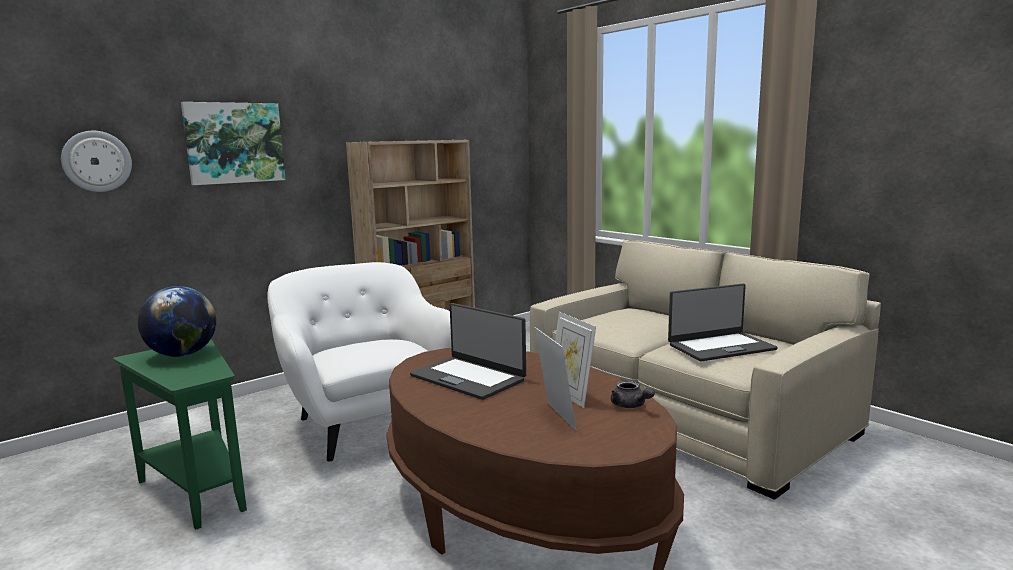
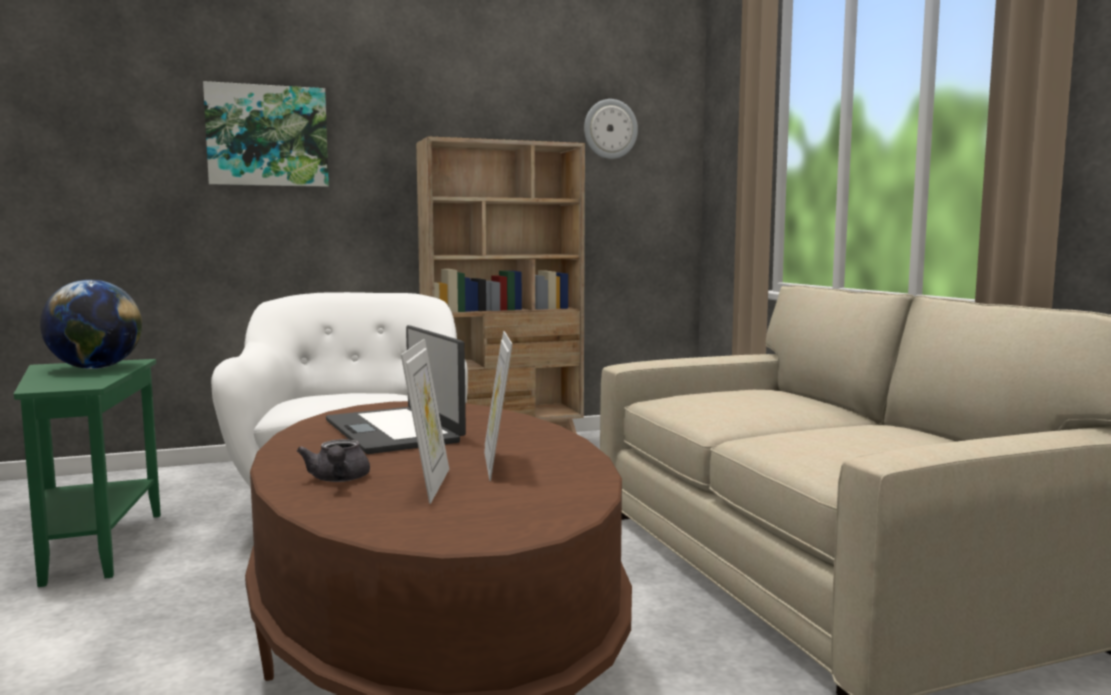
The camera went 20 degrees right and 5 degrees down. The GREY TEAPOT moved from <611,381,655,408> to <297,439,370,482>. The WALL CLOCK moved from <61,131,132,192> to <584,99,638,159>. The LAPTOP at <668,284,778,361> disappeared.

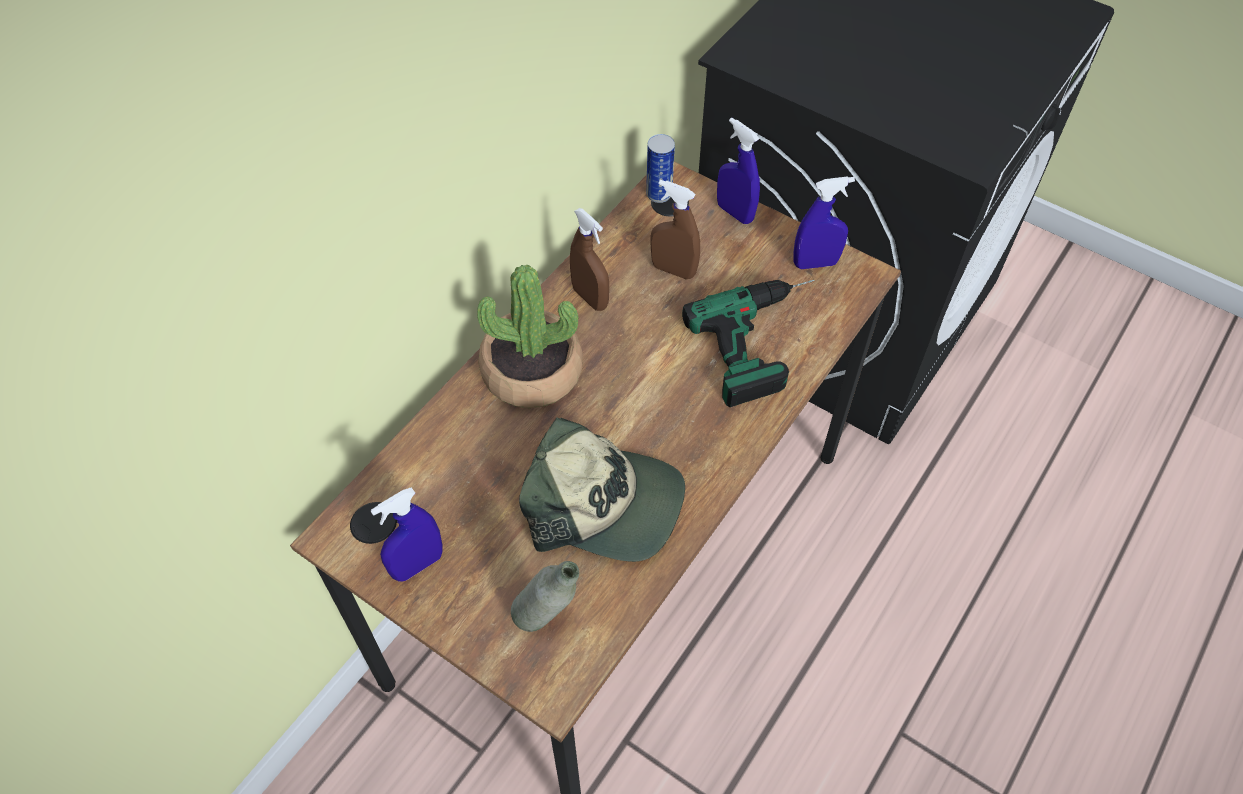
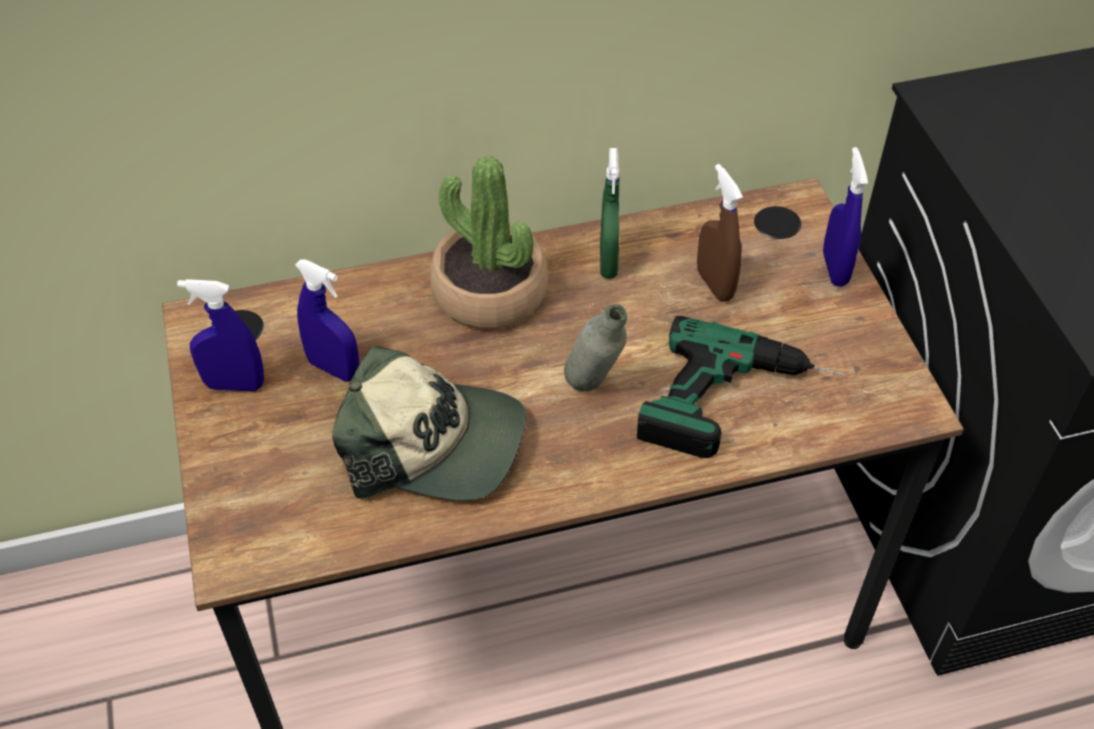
The camera went 40 degrees right and 5 degrees down. The BLUE SPRAY BOTTLE moved from <793,176,855,269> to <295,259,359,382>. The CAP at <519,417,685,562> turned 45 degrees counterclockwise. The GREY BOTTLE moved from <511,561,579,632> to <564,304,627,392>. The BROWN SPRAY BOTTLE at <570,208,609,311> became the GREEN SPRAY BOTTLE at <600,148,619,279>. The CAN at <646,134,675,203> disappeared.

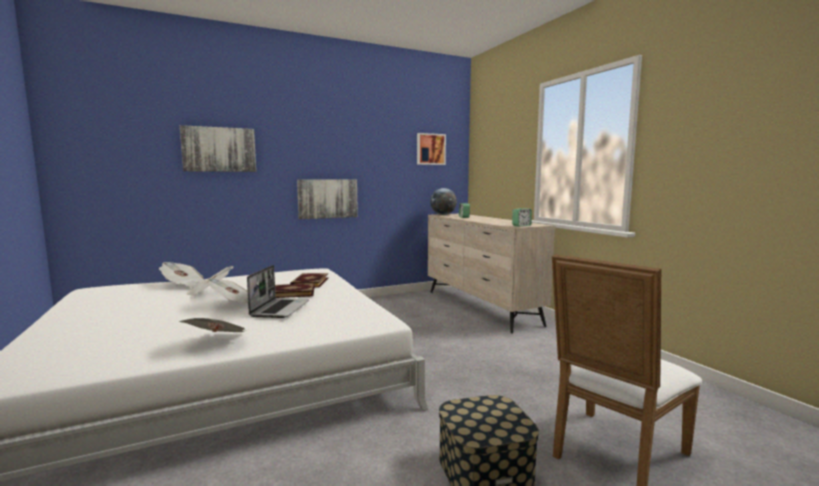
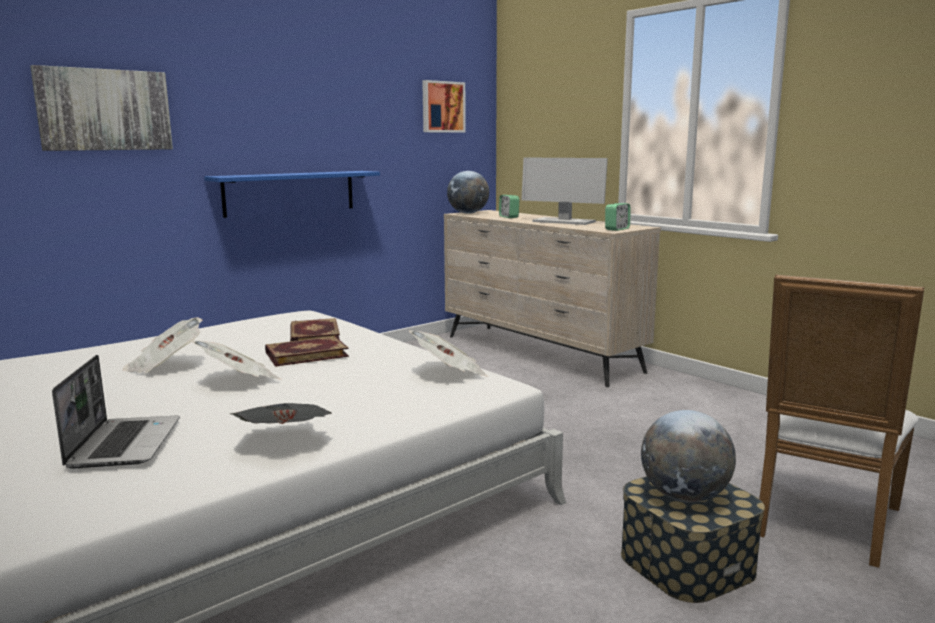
The camera went 15 degrees left and 5 degrees up. The LAPTOP moved from <247,265,309,318> to <52,355,180,469>. The PICTURE at <297,180,358,219> was replaced by the BLUE SHELF at <204,171,380,218>. The NEWSPAPER moved from <159,262,206,288> to <409,330,487,376>. The MONITOR at <521,157,608,225> appeared. The GLOBE at <641,410,736,503> appeared.

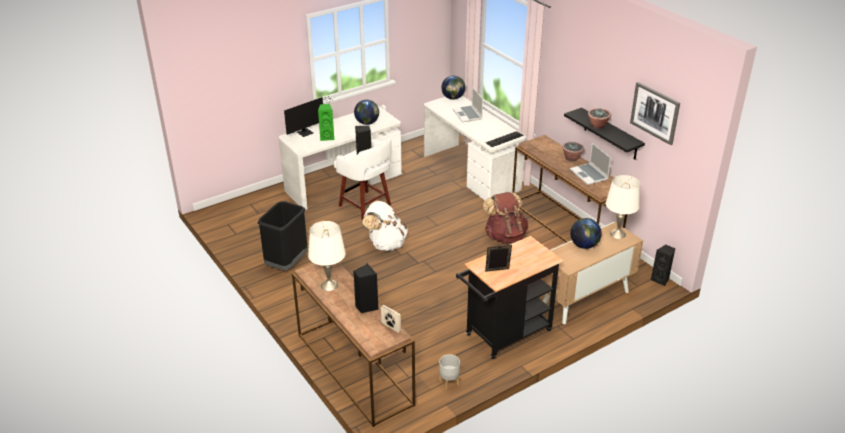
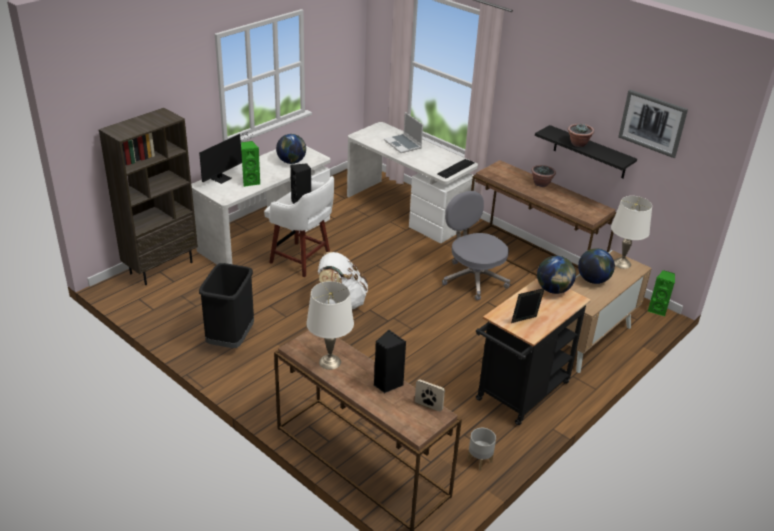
The camera went 15 degrees left and 0 degrees up. The BROWN BOOKCASE at <99,108,198,285> appeared. The BROWN BACKPACK at <483,192,528,243> was replaced by the GREY OFFICE CHAIR at <442,191,510,300>. The GLOBE moved from <441,76,465,100> to <537,256,576,294>. The BLACK SPEAKER at <651,244,675,286> became the GREEN SPEAKER at <647,270,675,317>. The LAPTOP at <570,143,611,185> disappeared.

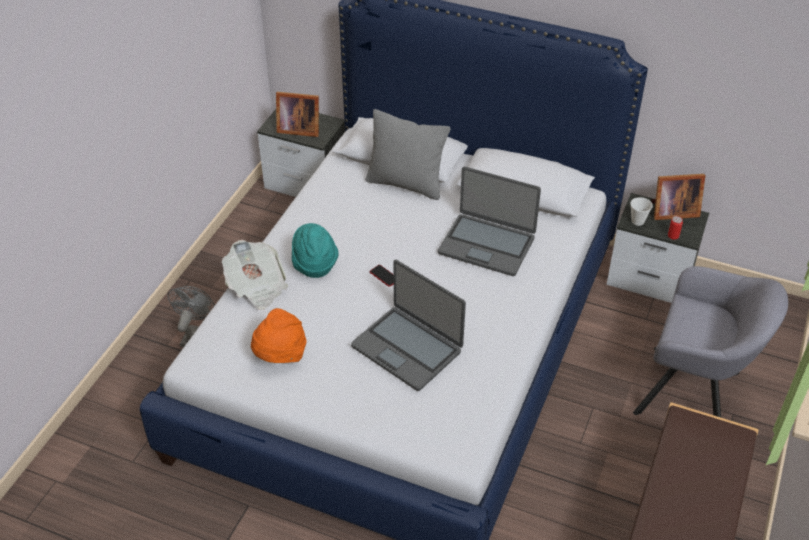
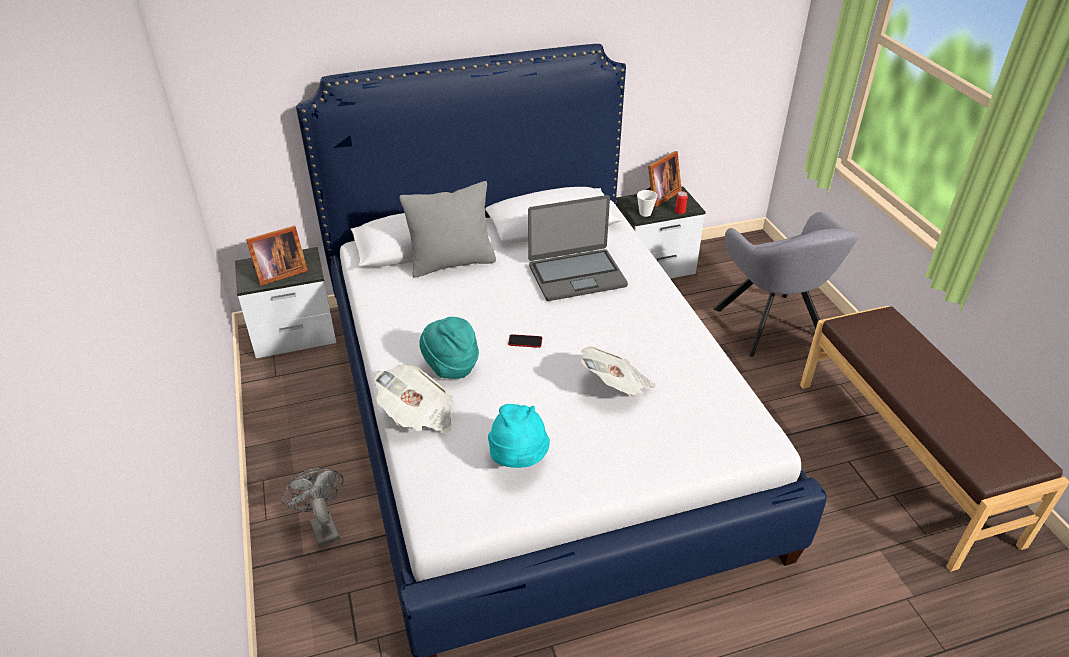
The camera went 40 degrees left and 5 degrees down. The ORANGE HAT at <251,308,306,363> became the TURQUOISE HAT at <488,404,550,468>. The LAPTOP at <351,260,466,391> was replaced by the NEWSPAPER at <580,346,656,396>. The GREY ARMCHAIR at <633,266,788,417> turned 90 degrees clockwise.

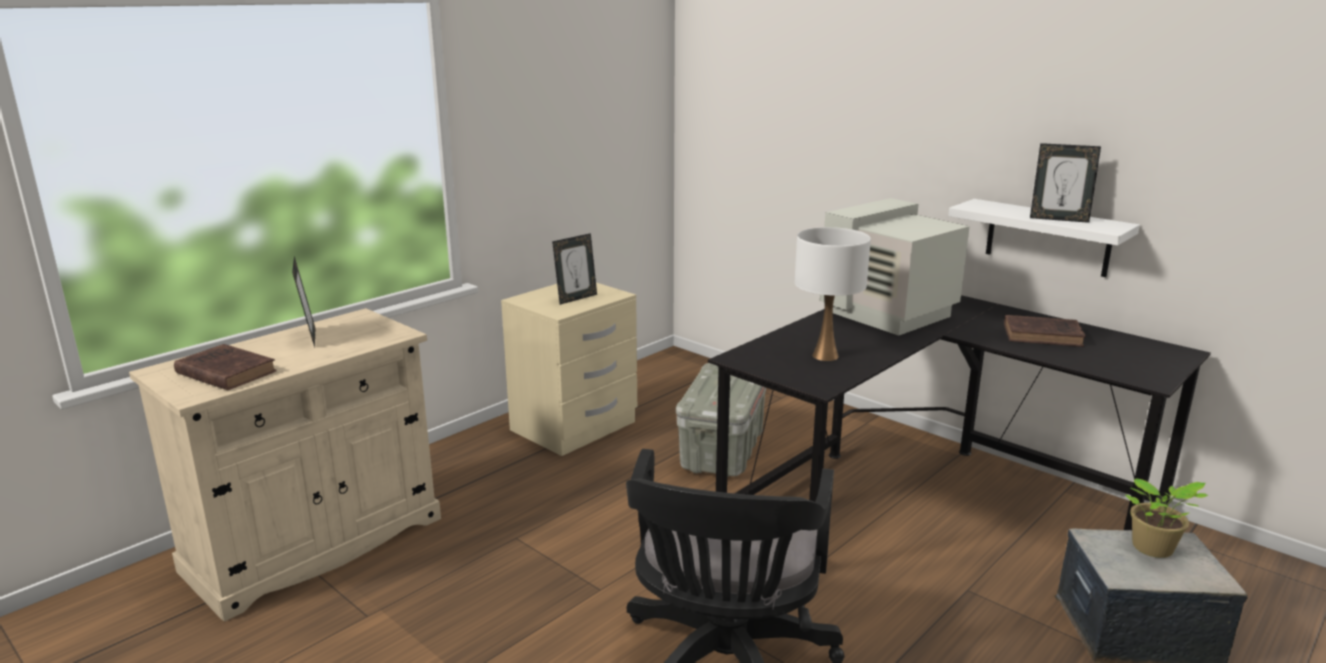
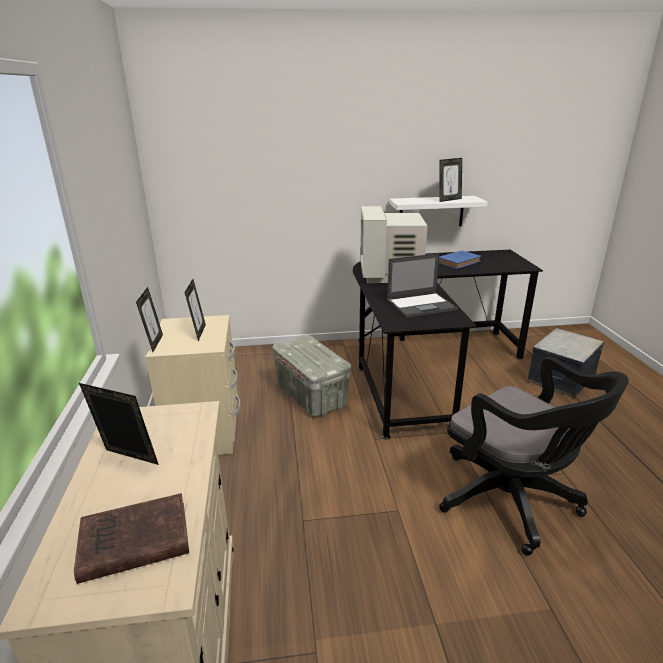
The camera went 50 degrees left and 5 degrees up. The PICTURE FRAME at <136,287,163,352> appeared. The WHITE TABLE LAMP at <795,227,871,361> was replaced by the LAPTOP at <387,253,458,318>. The BROWN BOOK at <1004,315,1086,347> became the BLUE BOOK at <439,250,481,269>. The POTTED PLANT at <1125,478,1208,558> disappeared.

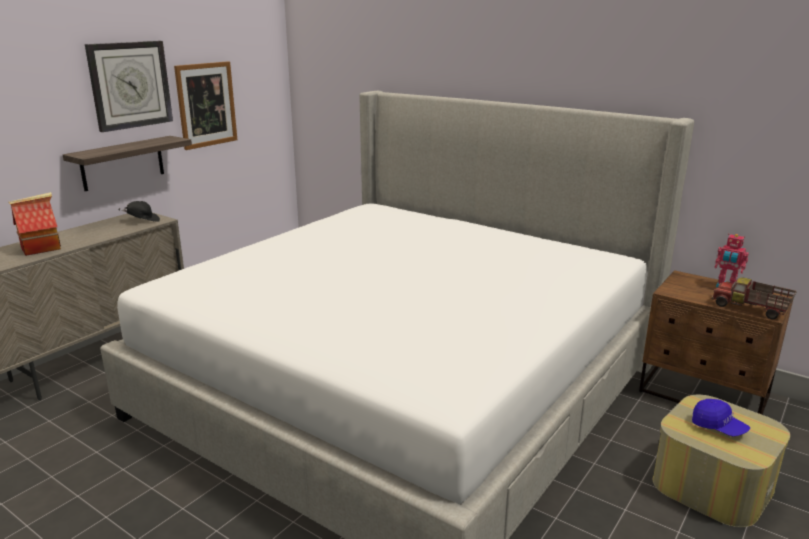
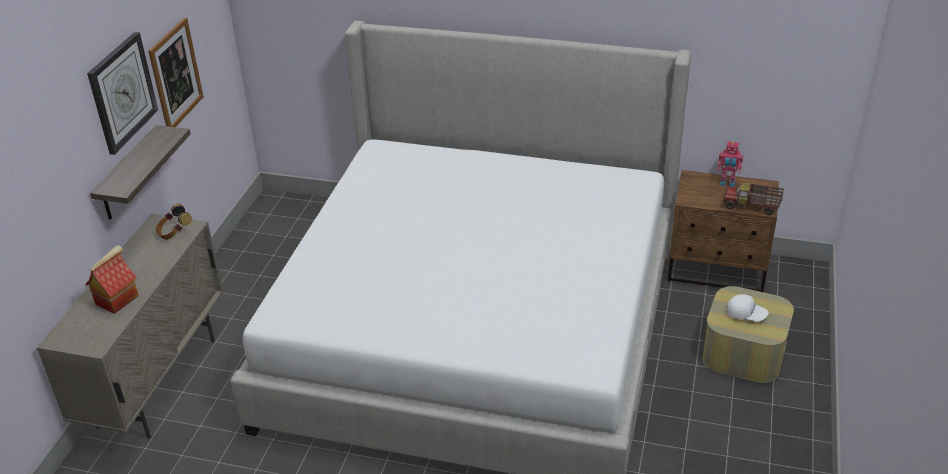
The camera went 20 degrees left and 15 degrees up. The BLACK CAP at <118,201,160,222> was replaced by the HEADPHONES at <156,204,192,240>. The BLUE CAP at <692,399,750,436> became the WHITE CAP at <727,294,769,322>.

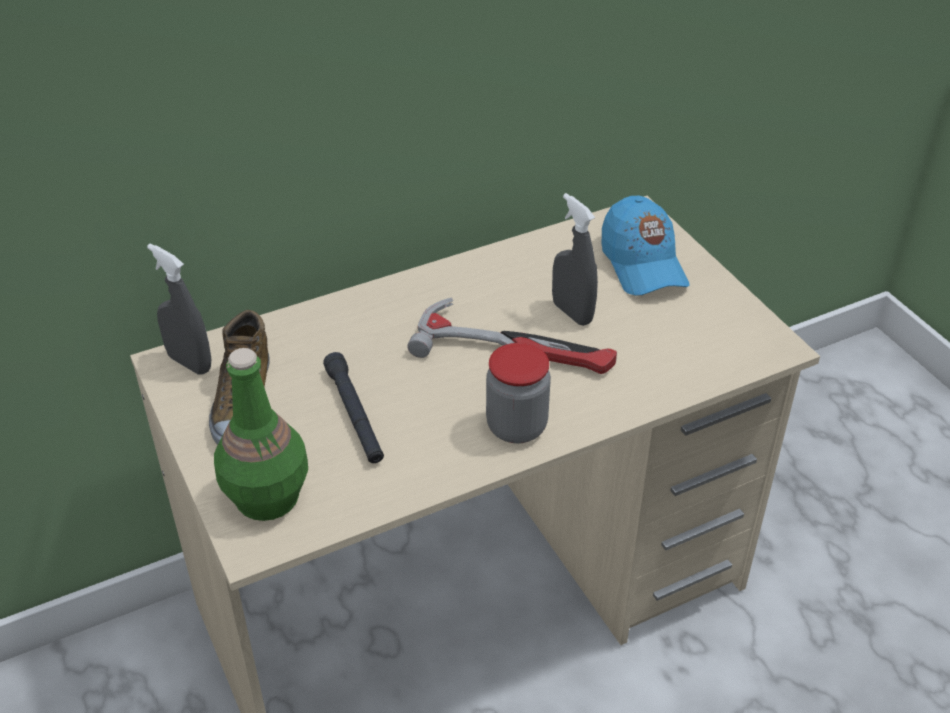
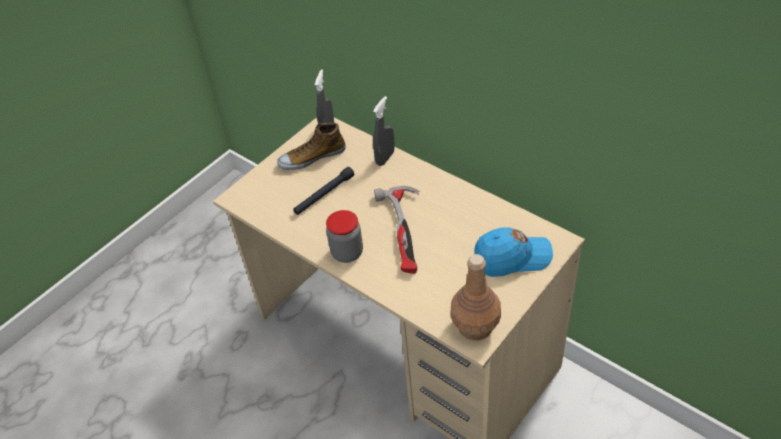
The camera went 70 degrees right and 5 degrees up. The GREY SPRAY BOTTLE moved from <552,193,598,326> to <373,96,395,166>. The BROWN BOTTLE at <451,254,501,341> appeared. The BLUE CAP at <602,196,690,296> turned 150 degrees counterclockwise. The GREEN BOTTLE at <214,348,308,521> disappeared.

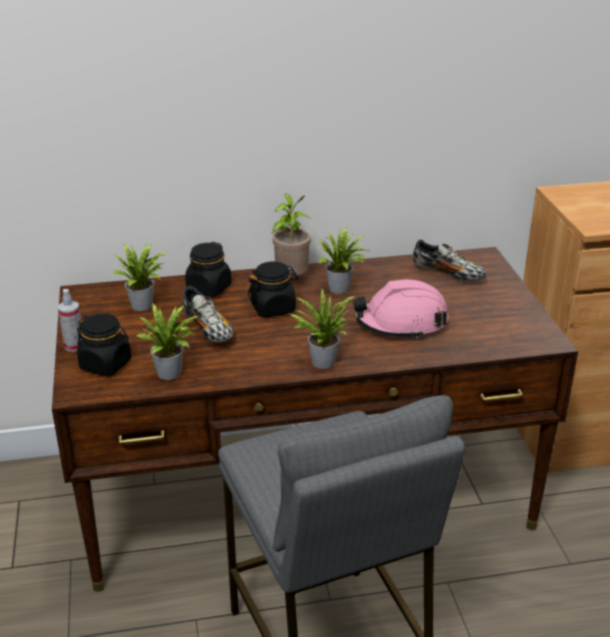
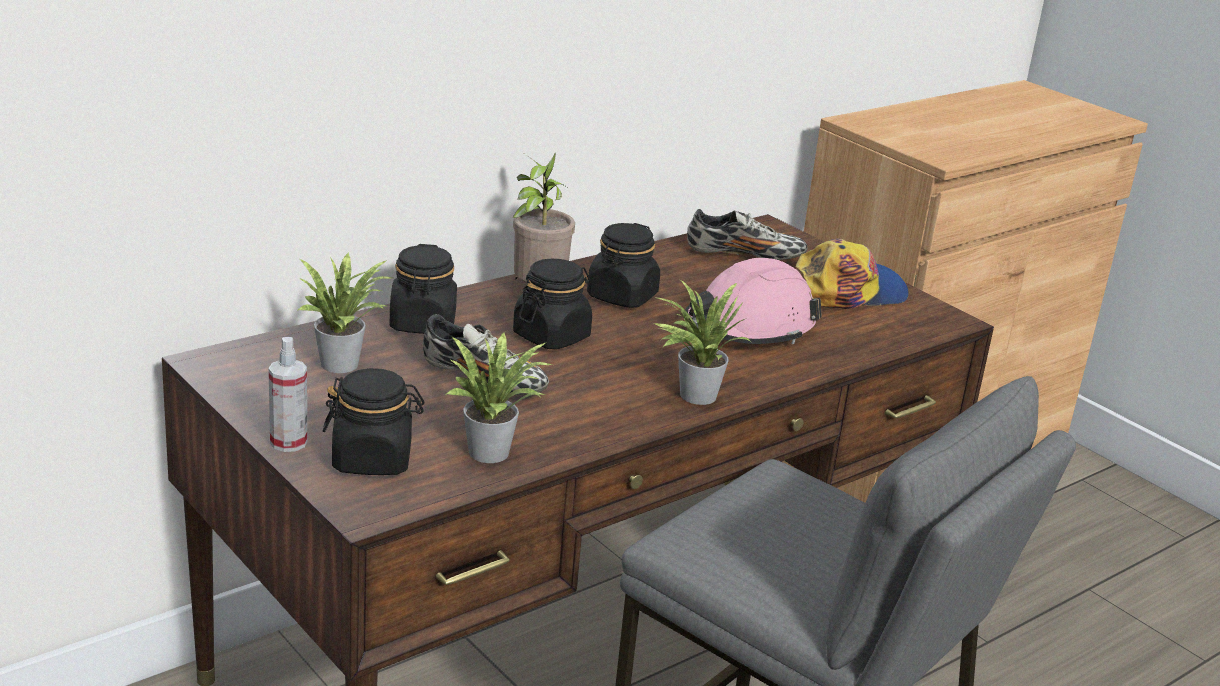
The camera went 30 degrees left and 5 degrees down. The POTTED PLANT at <313,226,369,294> was replaced by the BLACK JAR at <587,223,660,308>. The CAP at <796,238,909,309> appeared.

